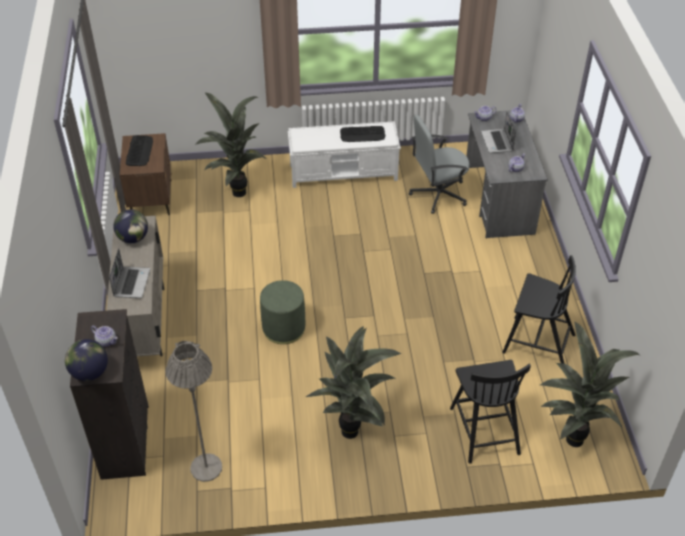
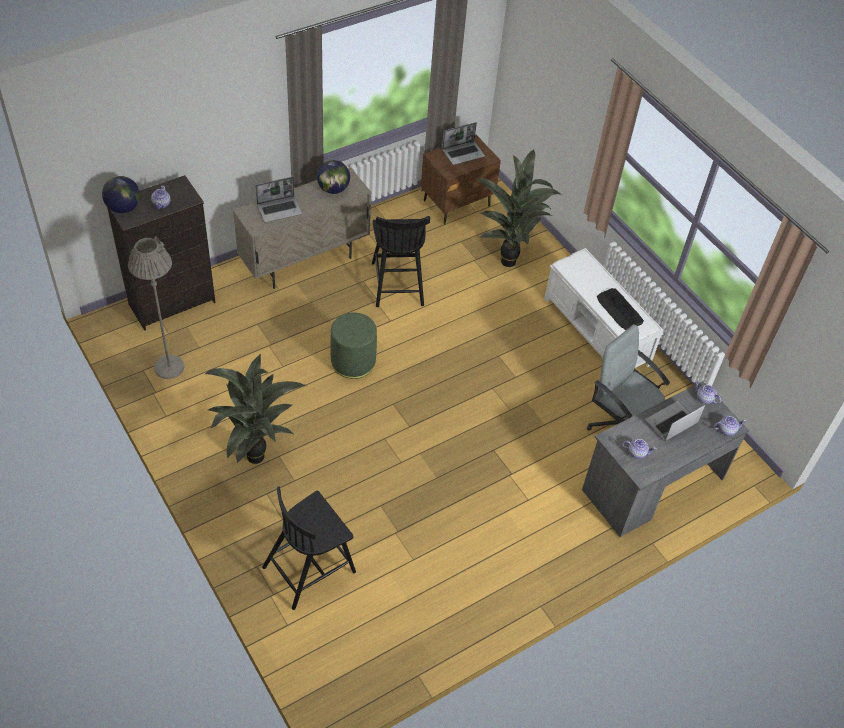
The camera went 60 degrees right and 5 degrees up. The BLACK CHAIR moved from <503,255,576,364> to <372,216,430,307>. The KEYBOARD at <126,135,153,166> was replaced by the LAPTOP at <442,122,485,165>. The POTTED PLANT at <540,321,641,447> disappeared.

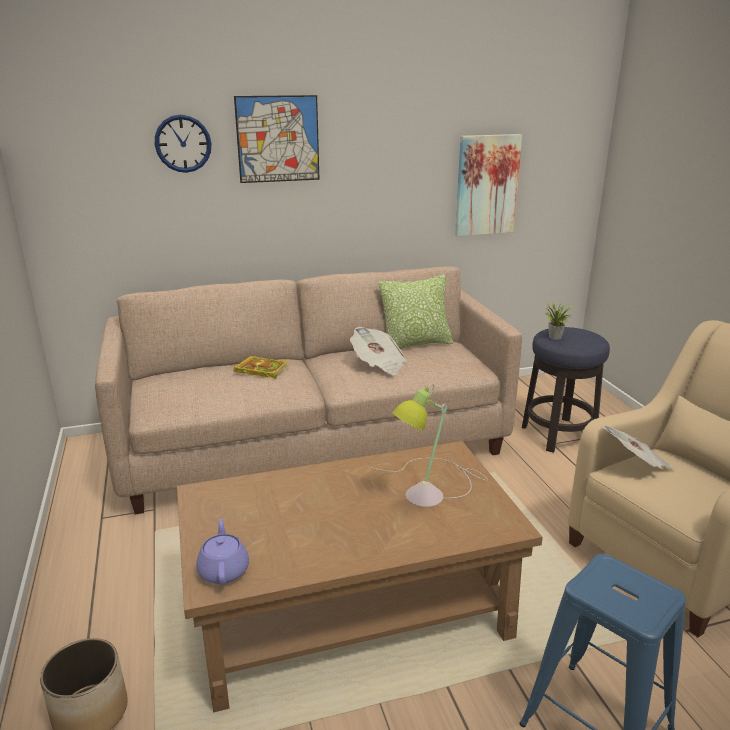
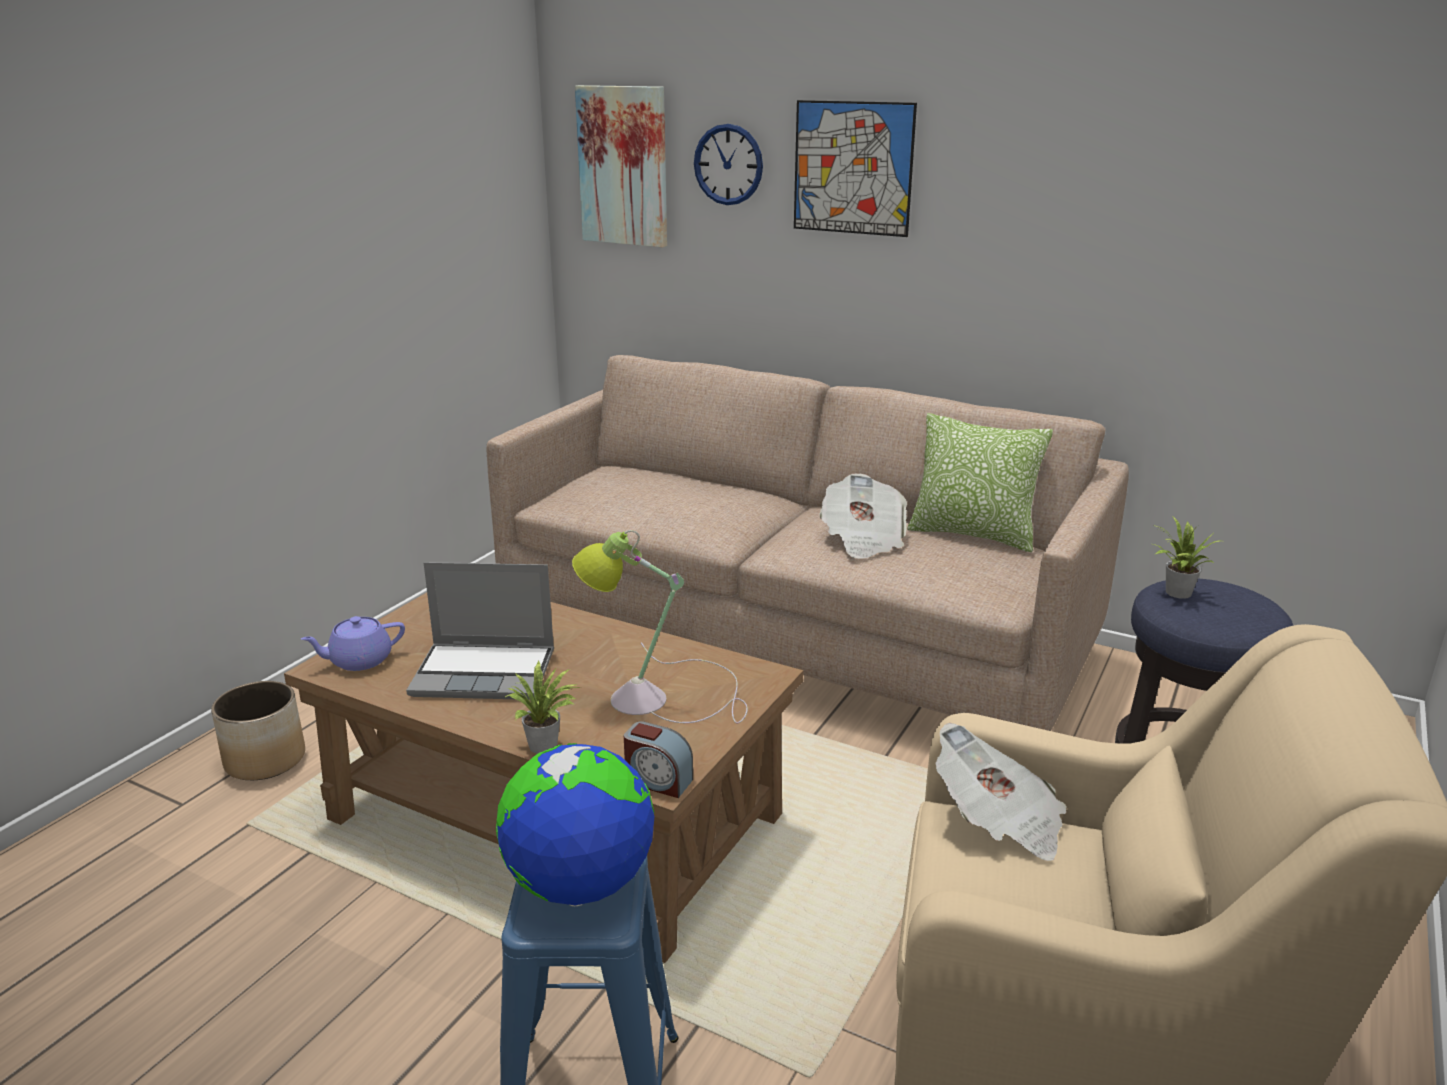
The camera went 45 degrees right and 0 degrees up. The PURPLE TEAPOT at <196,519,249,585> turned 150 degrees counterclockwise. The LAPTOP at <406,562,554,700> appeared. The GLOBE at <496,743,654,905> appeared. The POTTED PLANT at <505,661,582,754> appeared. The PICTURE moved from <455,134,522,236> to <575,85,667,247>. The ALARM CLOCK at <624,721,693,798> appeared. The BOOK at <233,356,288,379> disappeared.

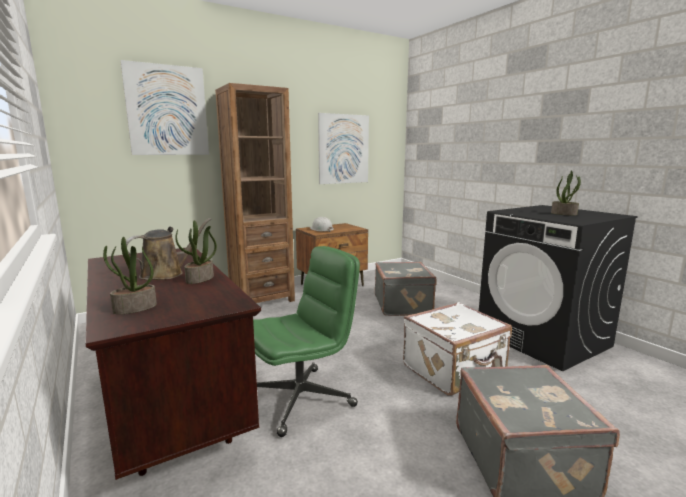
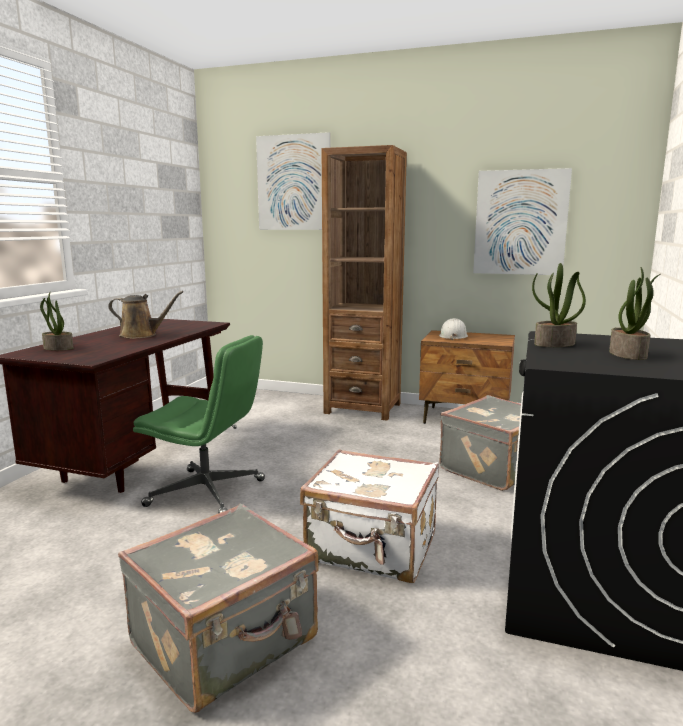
The camera went 50 degrees right and 0 degrees up. The POTTED PLANT moved from <175,220,217,284> to <532,263,586,347>.

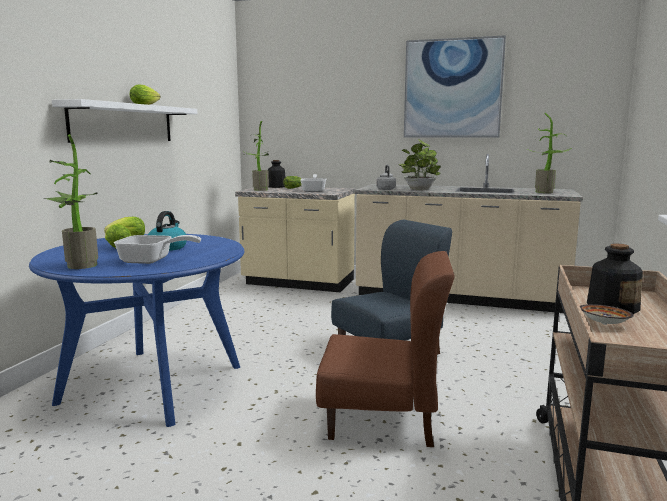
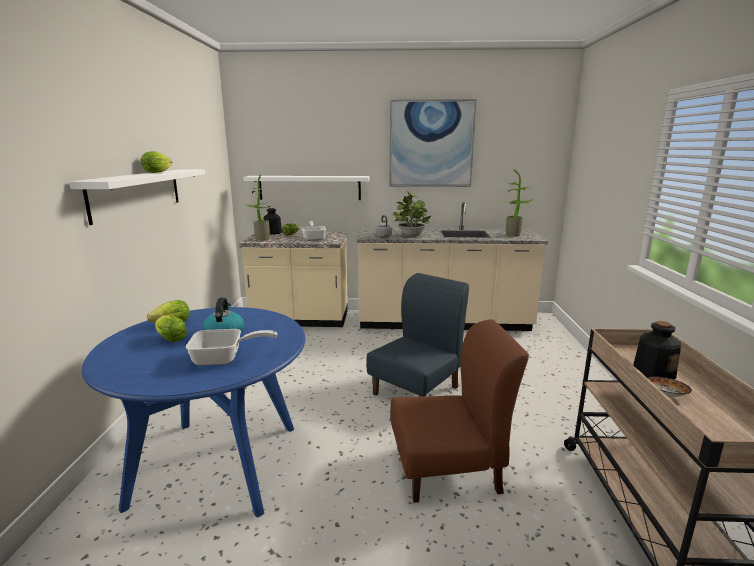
The camera went 15 degrees left and 5 degrees up. The WHITE SHELF at <243,176,369,200> appeared. The POTTED PLANT at <45,134,98,269> disappeared.

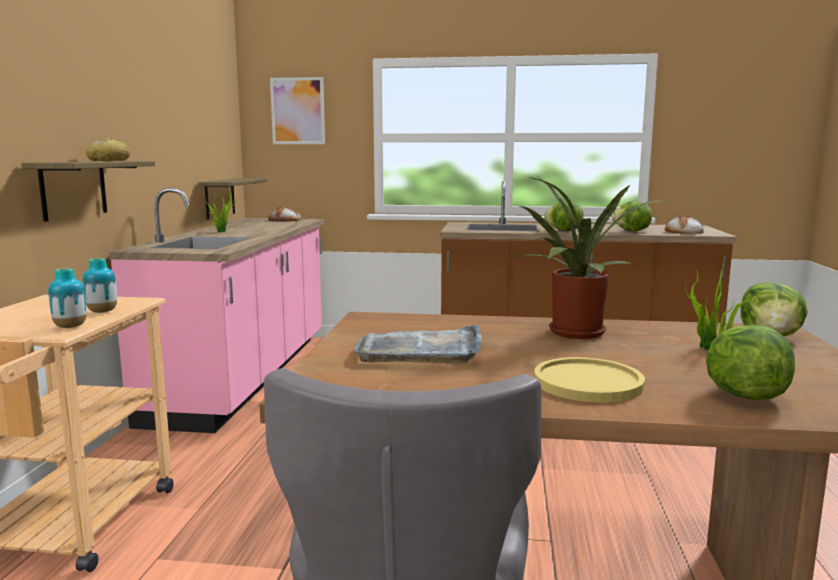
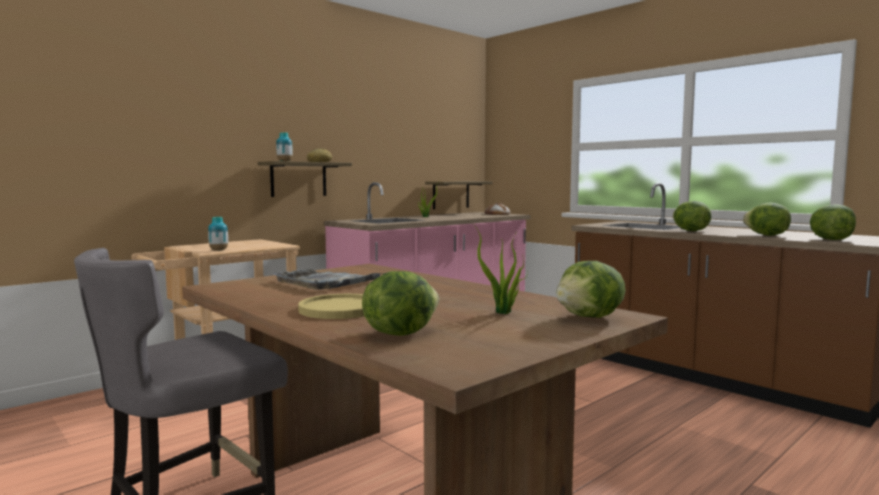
The camera went 40 degrees right and 5 degrees down. The VASE moved from <83,258,117,313> to <276,133,293,161>. The BREAD at <665,215,704,234> was replaced by the LETTUCE at <810,204,856,240>. The PICTURE at <270,77,325,144> disappeared. The POTTED PLANT at <514,176,667,339> disappeared.

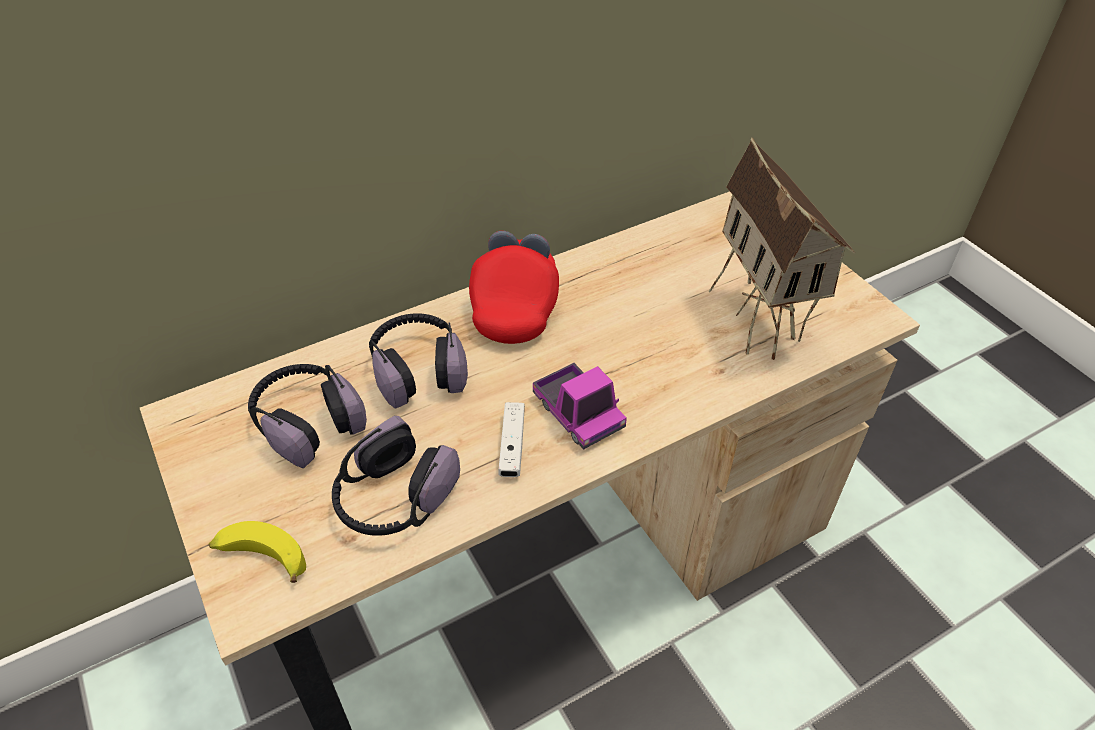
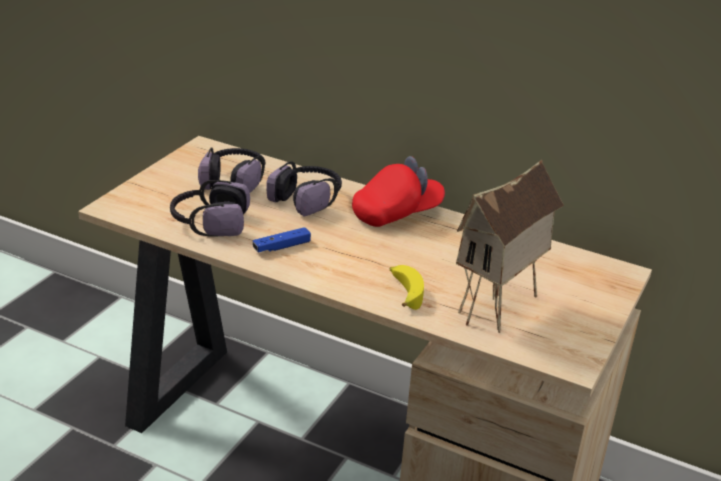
The camera went 55 degrees right and 15 degrees down. The WHITE GAME CONTROLLER at <498,402,525,477> became the BLUE GAME CONTROLLER at <253,227,311,252>. The BANANA moved from <209,521,306,583> to <390,265,424,310>. The TOY TRUCK at <533,363,627,450> disappeared.

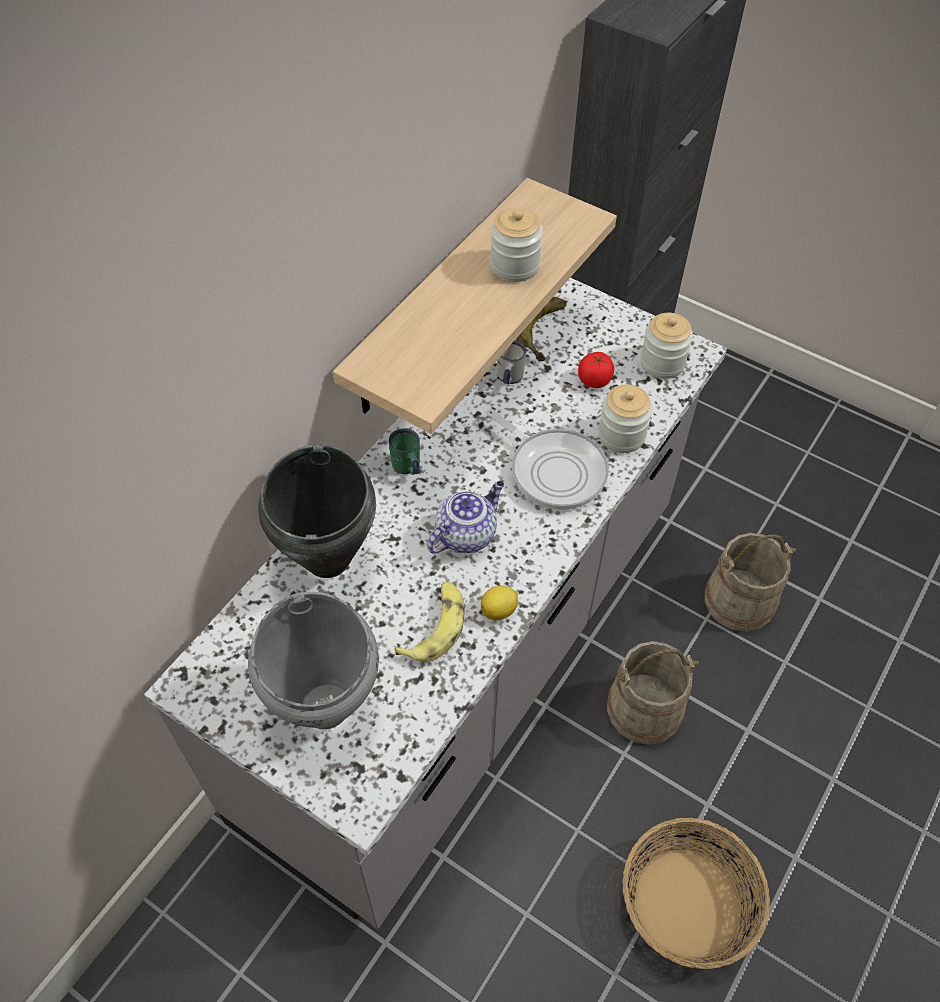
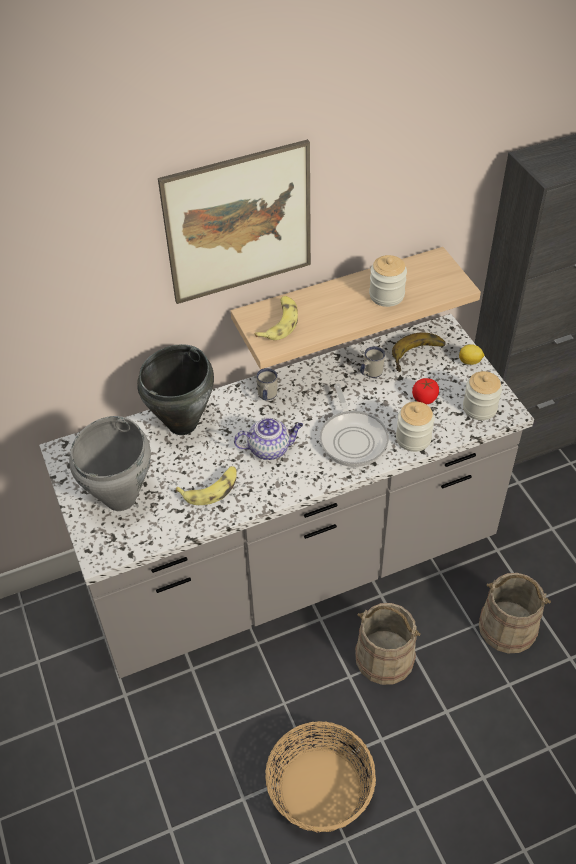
The camera went 35 degrees right and 5 degrees down. The PICTURE at <158,139,311,304> appeared. The BANANA at <254,296,298,340> appeared. The GREEN MUG at <389,428,420,475> became the WHITE MUG at <256,368,278,400>. The LEMON moved from <481,585,518,620> to <459,344,485,365>.

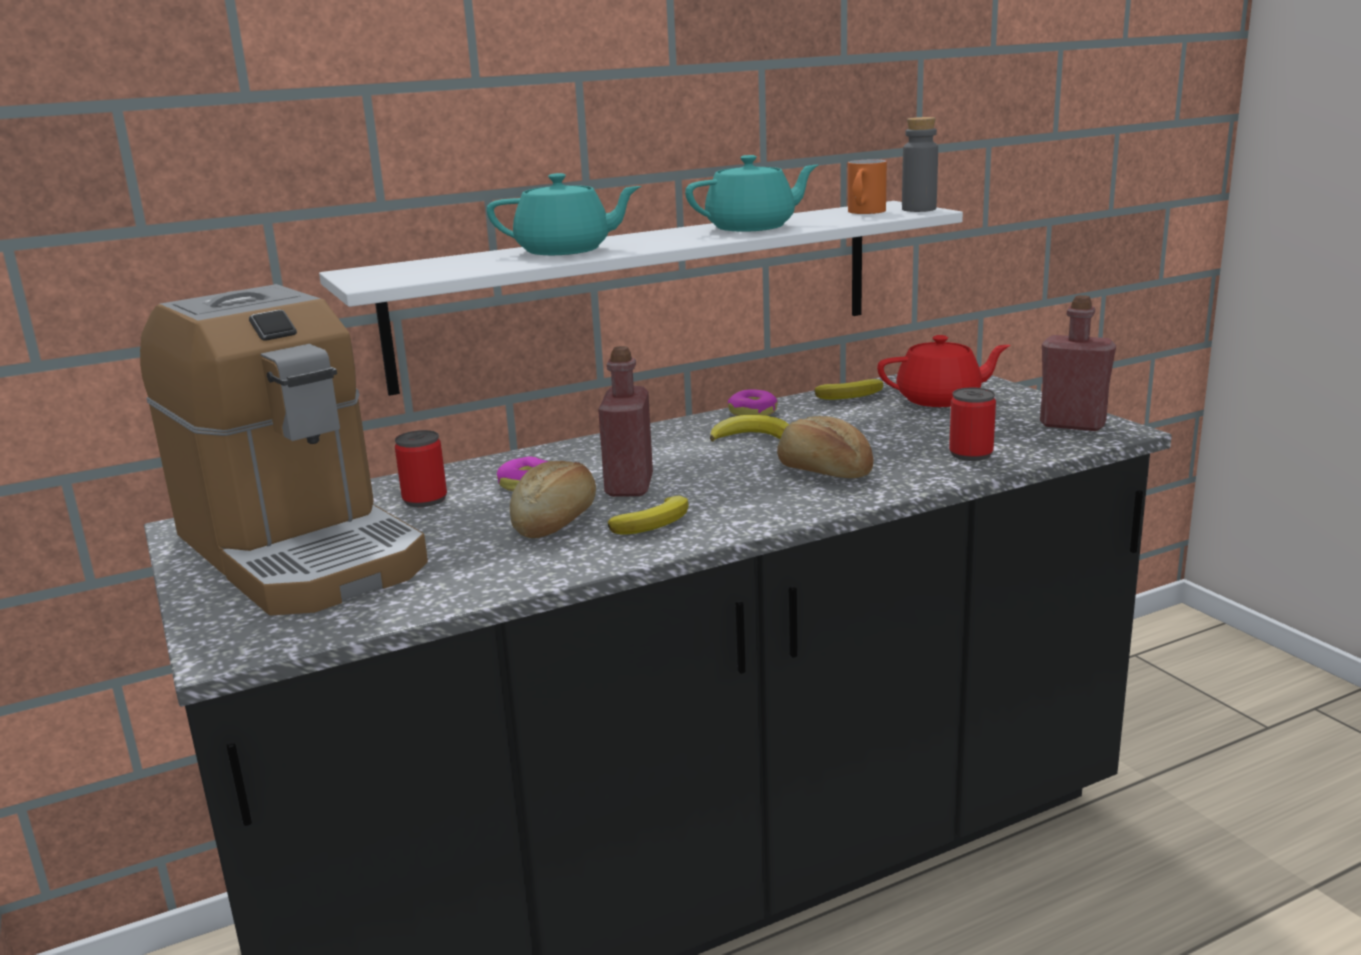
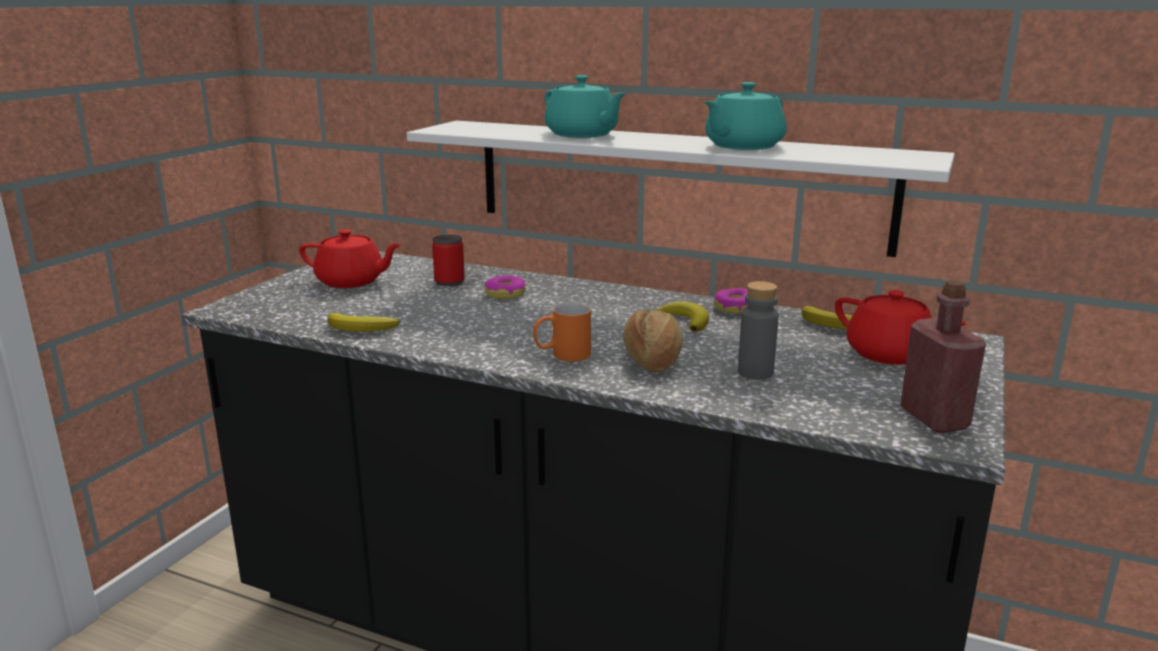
The camera went 50 degrees right and 0 degrees up. The COFFEE MACHINE at <140,284,428,615> was replaced by the RED TEAPOT at <299,229,402,288>. The BANANA moved from <608,495,689,535> to <327,313,400,332>. The ORANGE MUG moved from <848,159,887,214> to <533,303,591,361>. The TURQUOISE TEAPOT at <685,155,818,232> turned 105 degrees clockwise. The GREY BOTTLE moved from <902,117,938,212> to <738,281,779,379>. The BREAD at <510,461,596,538> disappeared. The RED BOTTLE at <598,346,653,497> disappeared. The CAN at <949,388,996,461> disappeared.

